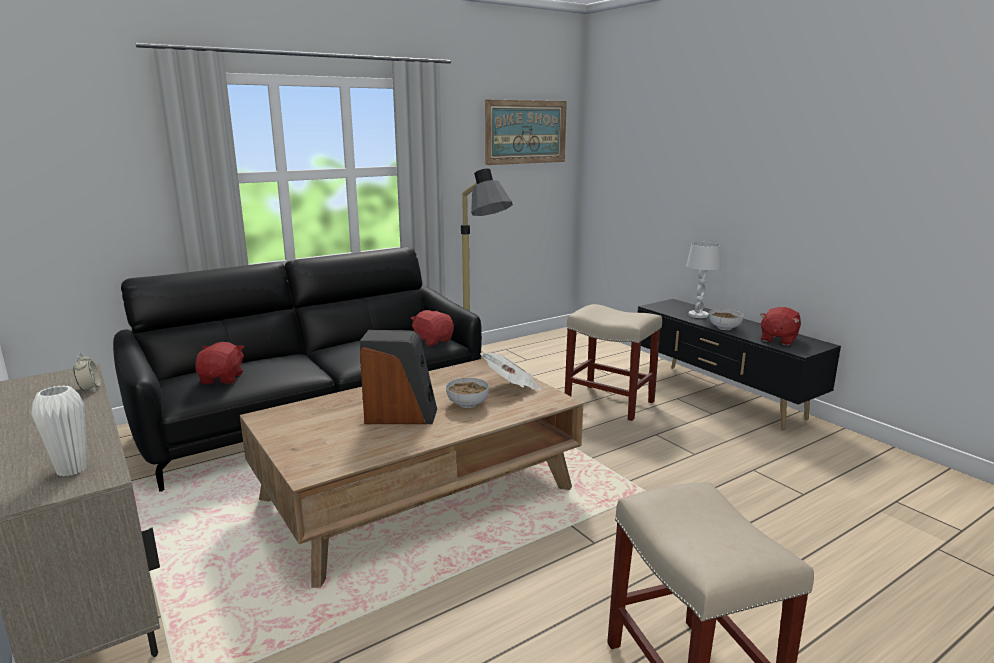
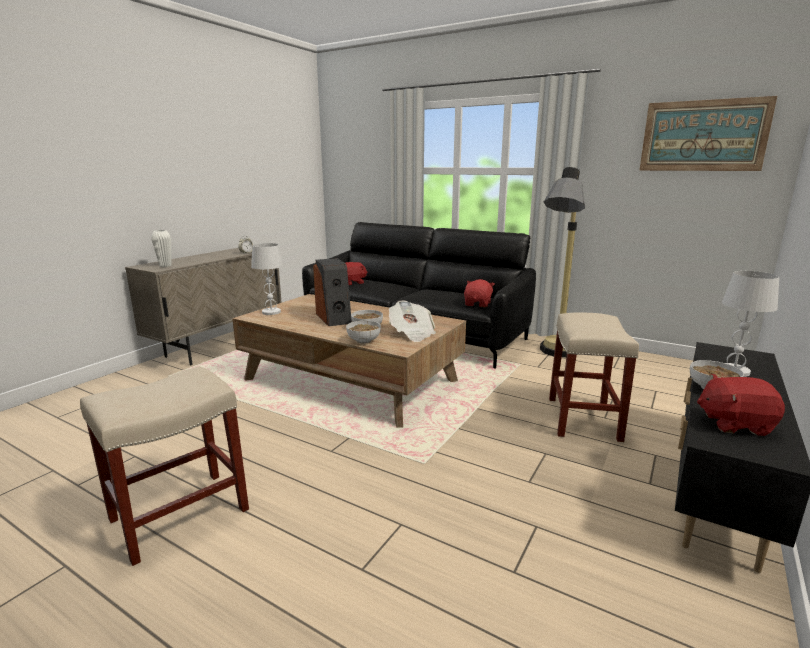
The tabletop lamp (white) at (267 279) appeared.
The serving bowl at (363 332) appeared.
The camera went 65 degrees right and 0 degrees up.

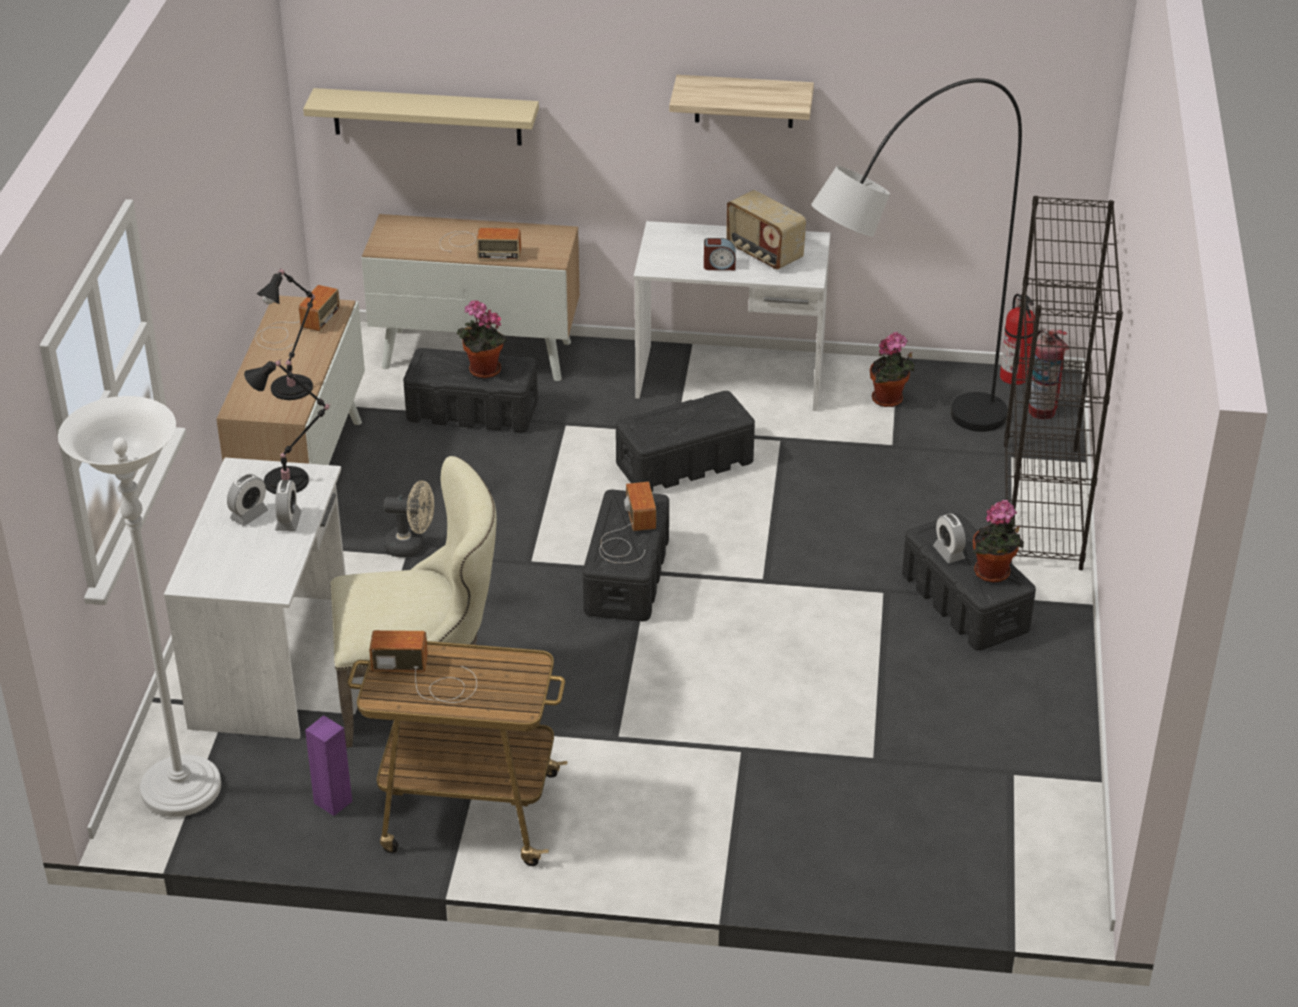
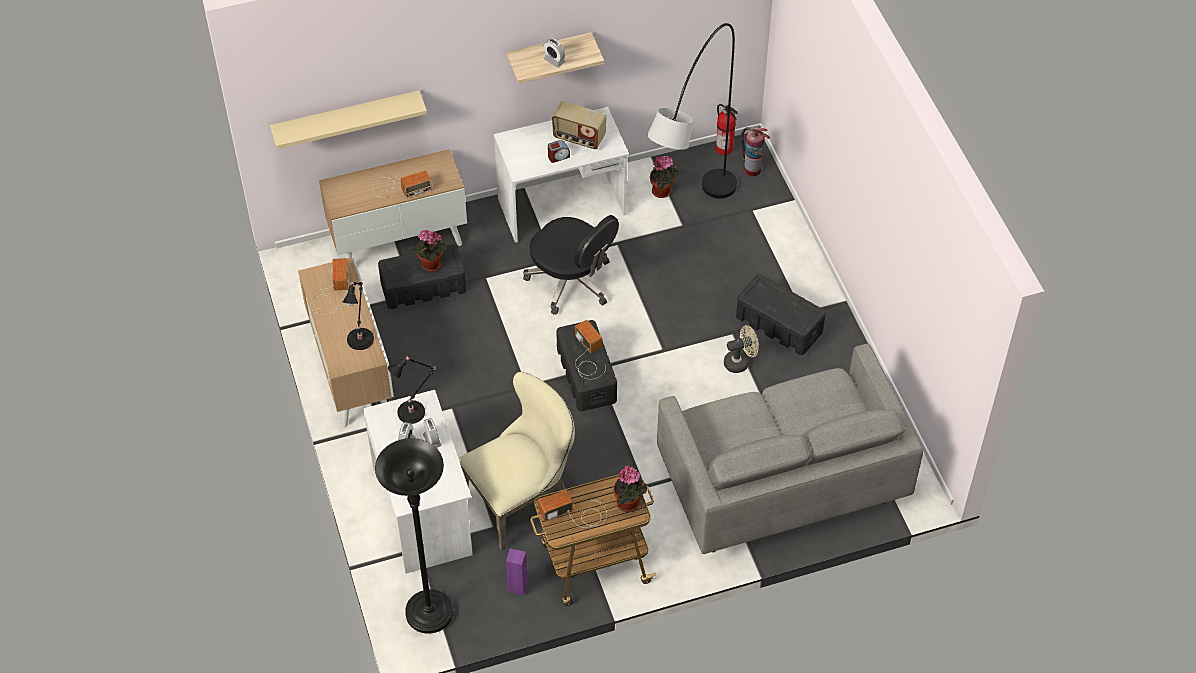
The bookcase (black-coloured) at (1063 383) disappeared.
The storage box (black-coloured) at (685 441) was replaced by the office chair (black-coloured) at (571 265).
The floor lamp (white) at (139 606) became the floor lamp (black-coloured) at (414 536).
The electric fan (beige) moved from (408 519) to (741 349).
The houseplant moved from (998 541) to (630 489).
The bedside clock moved from (949 538) to (555 53).
The settee (grey) at (790 449) appeared.
The camera went 25 degrees left and 15 degrees up.

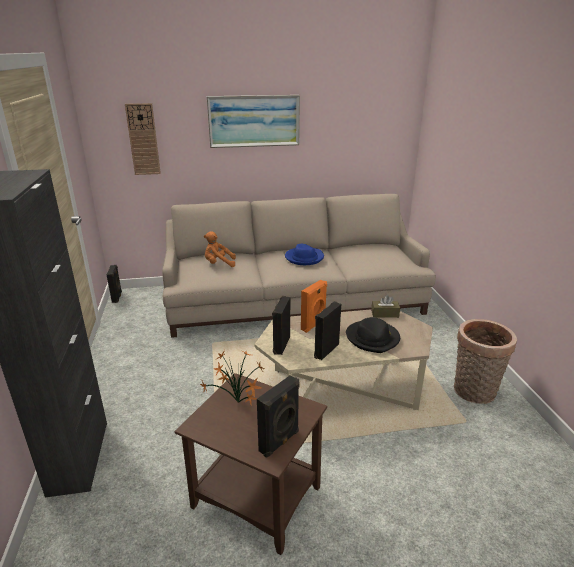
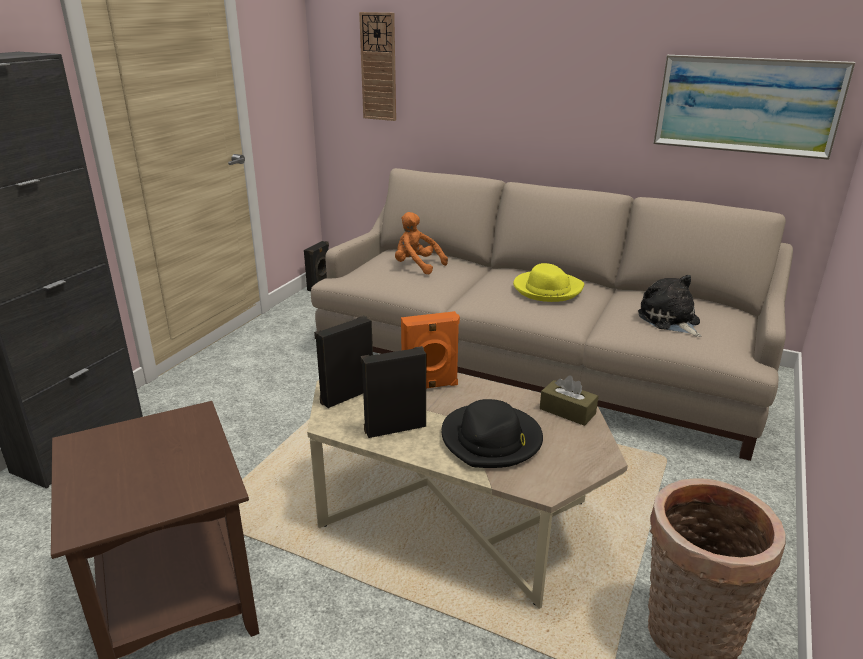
The picture moved from (253 121) to (754 107).
The hat (blue-coloured) at (304 254) became the hat (yellow) at (548 282).
The houseplant at (232 377) disappeared.
The speaker (black-coloured) at (278 416) disappeared.
The cuddly toy at (669 306) appeared.
The camera went 35 degrees right and 0 degrees up.

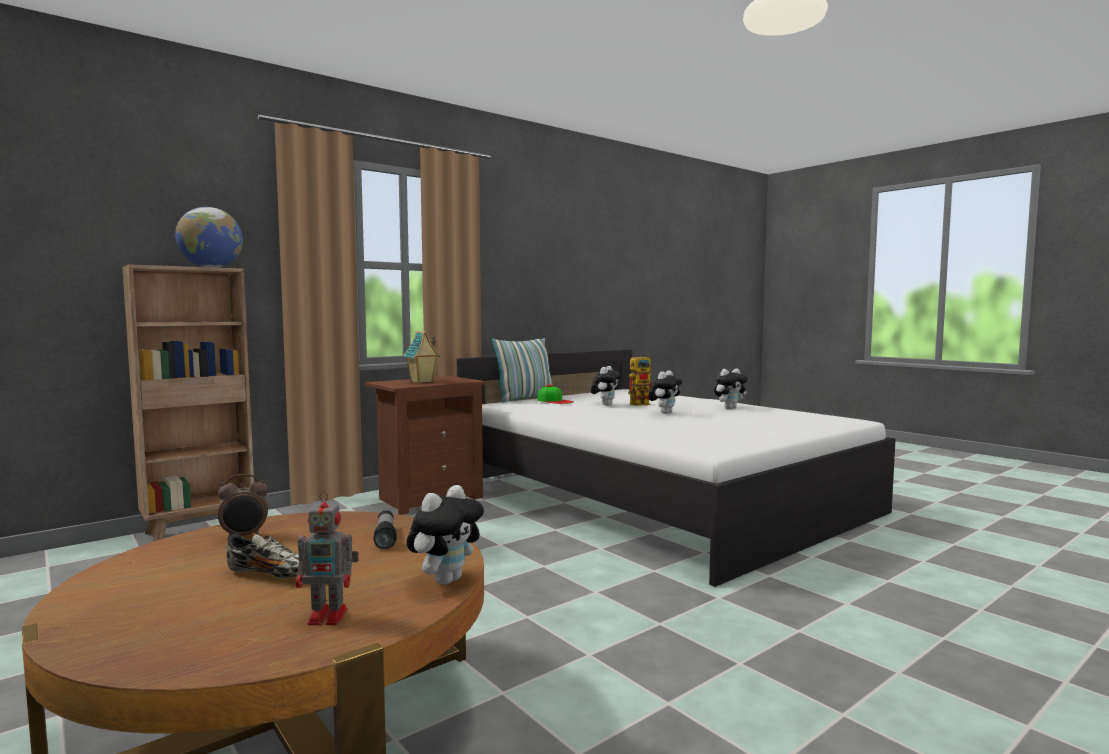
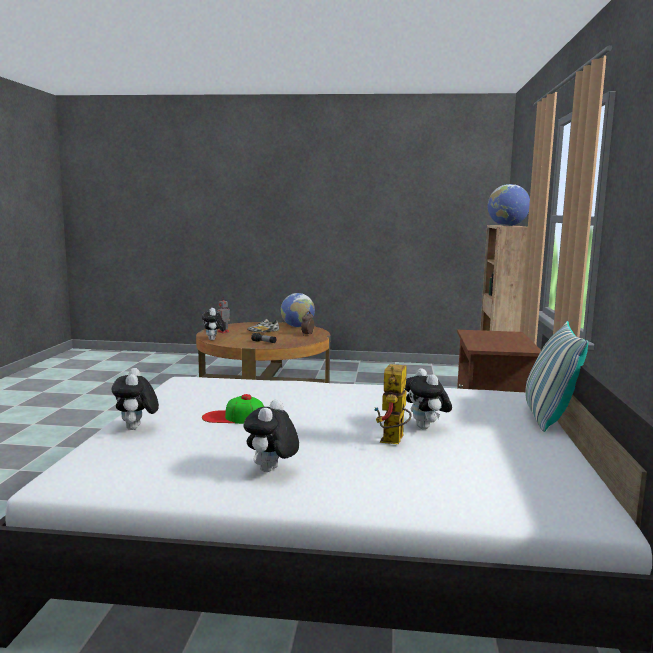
The toy house at (421 357) disappeared.
The cuddly toy moved from (665 392) to (135 399).
The cap moved from (556 394) to (233 409).
The world globe at (298 310) appeared.
The camera went 135 degrees right and 5 degrees up.

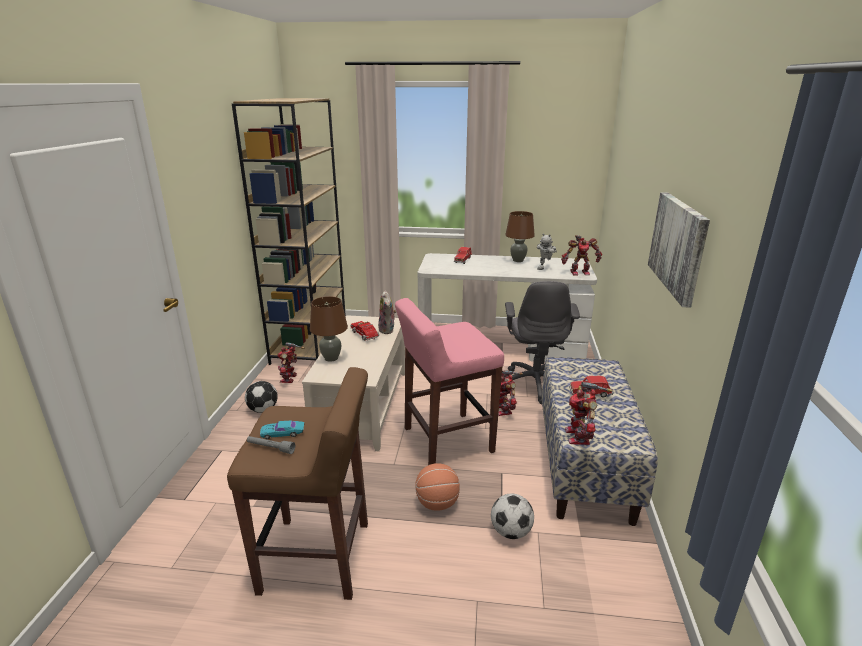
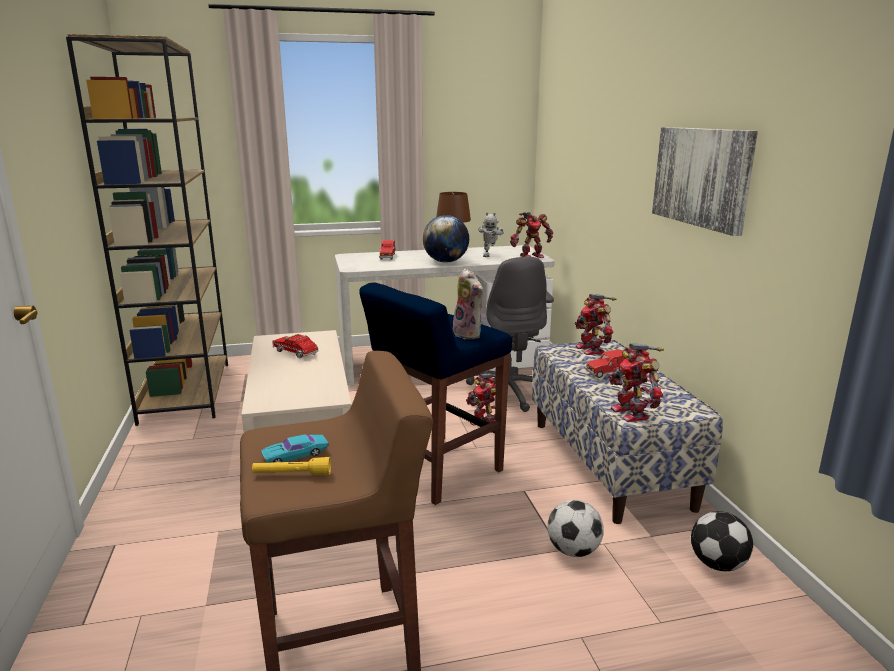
The cuddly toy moved from (387 312) to (468 304).
The tabletop lamp (brown) at (329 329) disappeared.
The stool seat (pink-coloured) at (449 381) became the stool seat (blue-coloured) at (435 393).
The robot figure moved from (291 362) to (596 324).
The ball for football moved from (261 397) to (722 541).
The hand torch (grey) at (271 445) became the hand torch (yellow) at (291 466).
The ball for basketball at (437 487) disappeared.
The world globe at (446 239) appeared.
The camera went 20 degrees left and 5 degrees down.

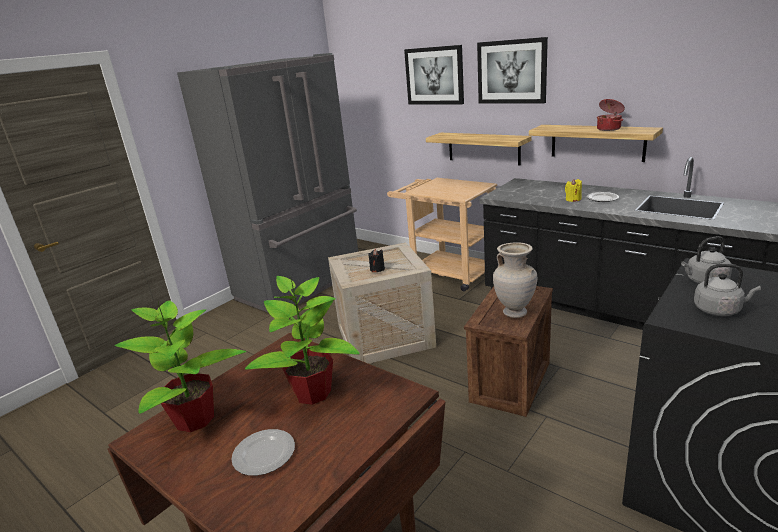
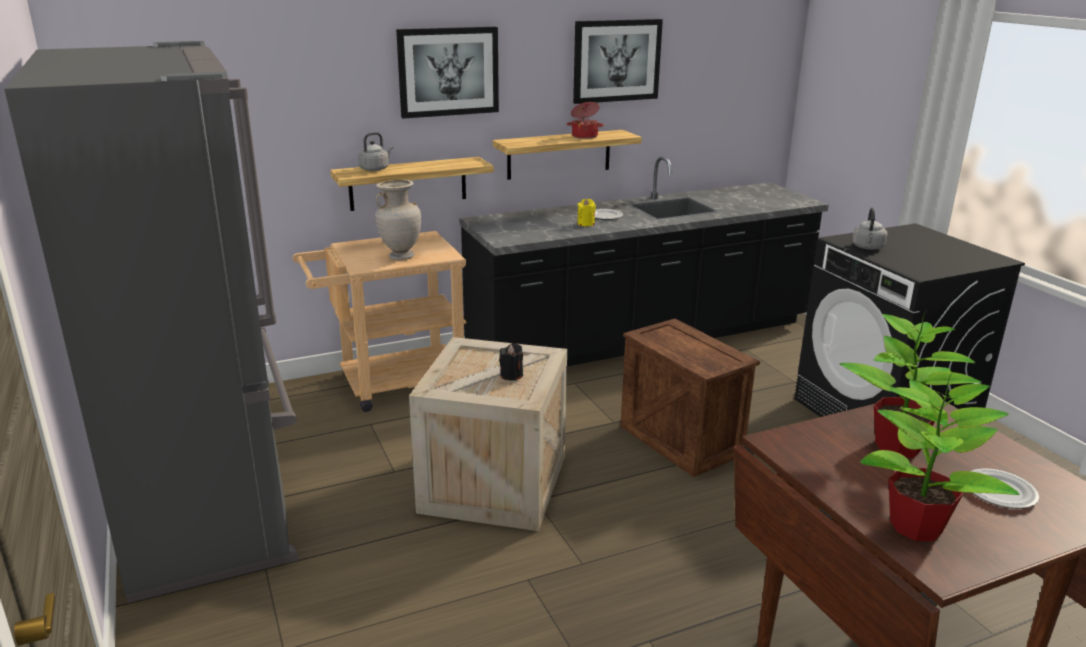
The picture moved from (434 74) to (618 61).
The decorative vase (beige) moved from (515 280) to (398 219).
The water kettle (grey) moved from (727 290) to (375 151).
The camera went 65 degrees left and 0 degrees up.

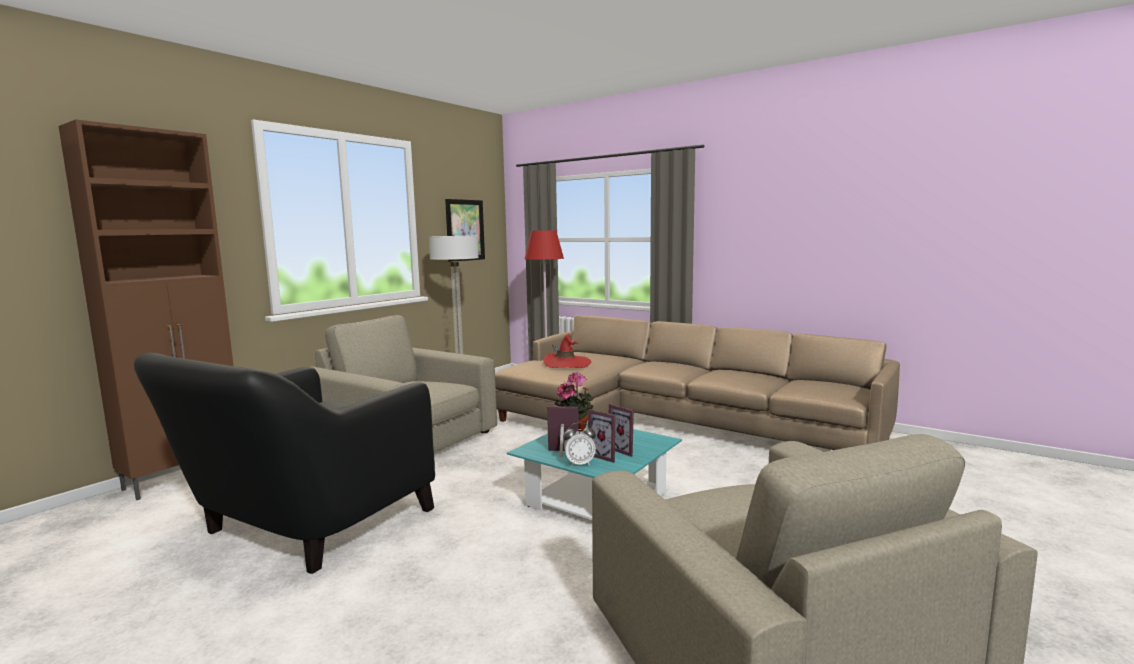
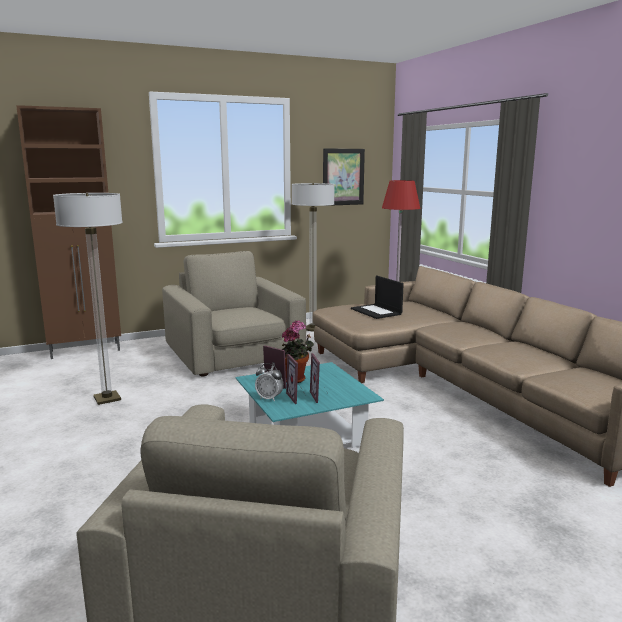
The hat (red-coloured) at (567 351) was replaced by the notebook computer at (377 297).
The lounge chair (black-coloured) at (284 463) was replaced by the floor lamp at (88 299).
The camera went 30 degrees right and 5 degrees up.

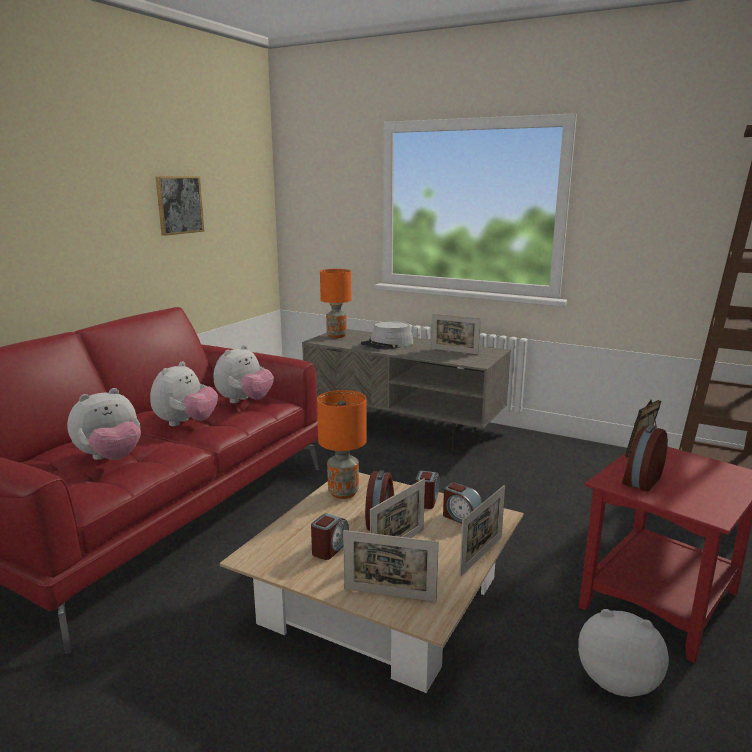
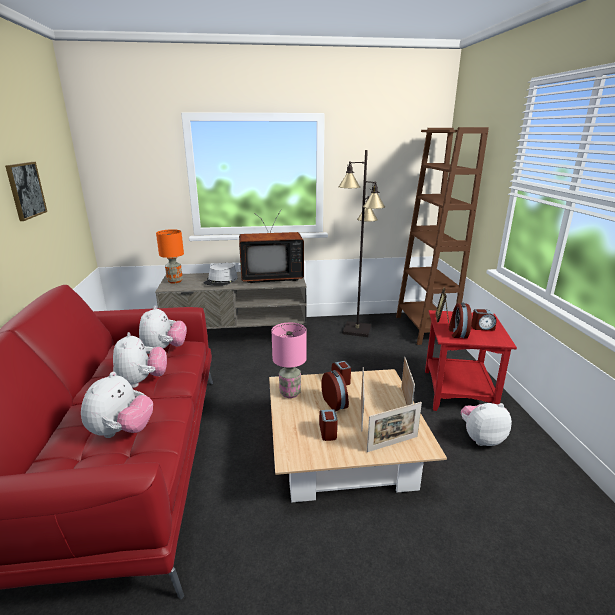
The photo frame at (456 334) was replaced by the television at (271 246).
The tabletop lamp (orangey) at (342 444) became the tabletop lamp (pink-coloured) at (289 360).
The bedside clock moved from (462 502) to (484 319).
The floor lamp (black-coloured) at (361 243) appeared.
The camera went 35 degrees left and 5 degrees up.

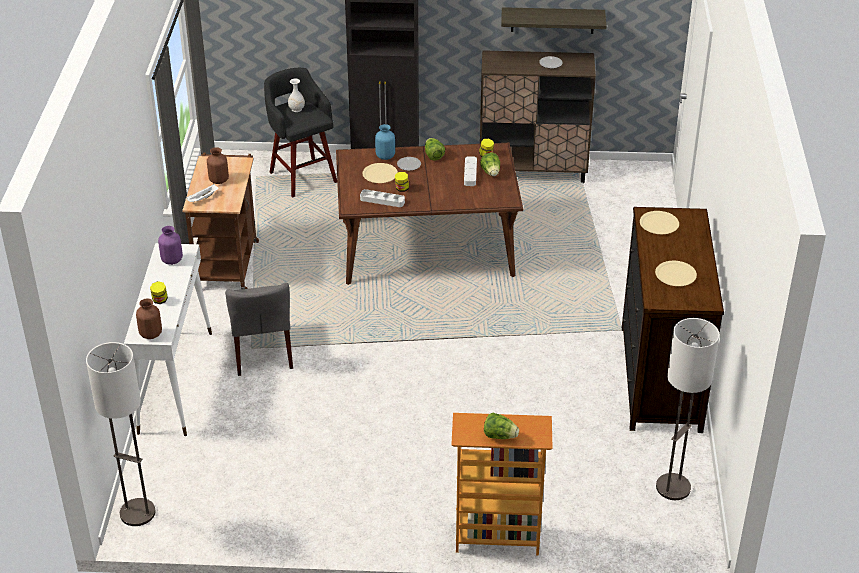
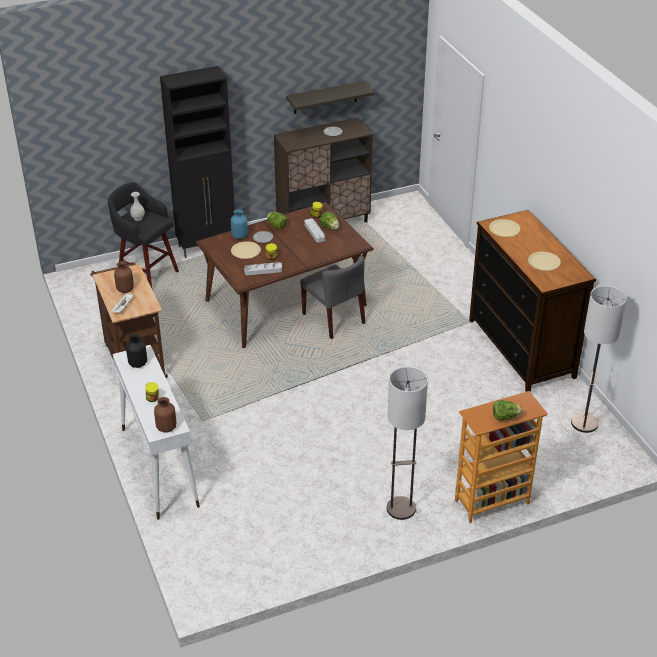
The decorative vase (purple-coloured) at (170 245) became the decorative vase (black-coloured) at (136 351).
The chair (grey) moved from (259 329) to (332 297).
The floor lamp moved from (120 434) to (407 443).
The camera went 25 degrees left and 0 degrees up.

